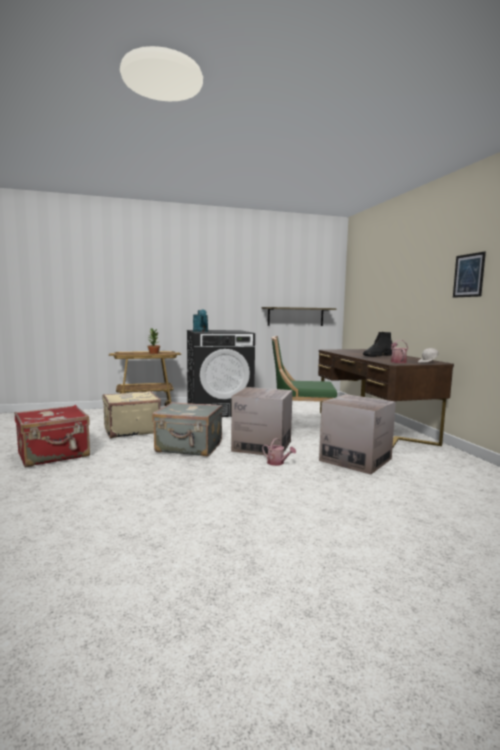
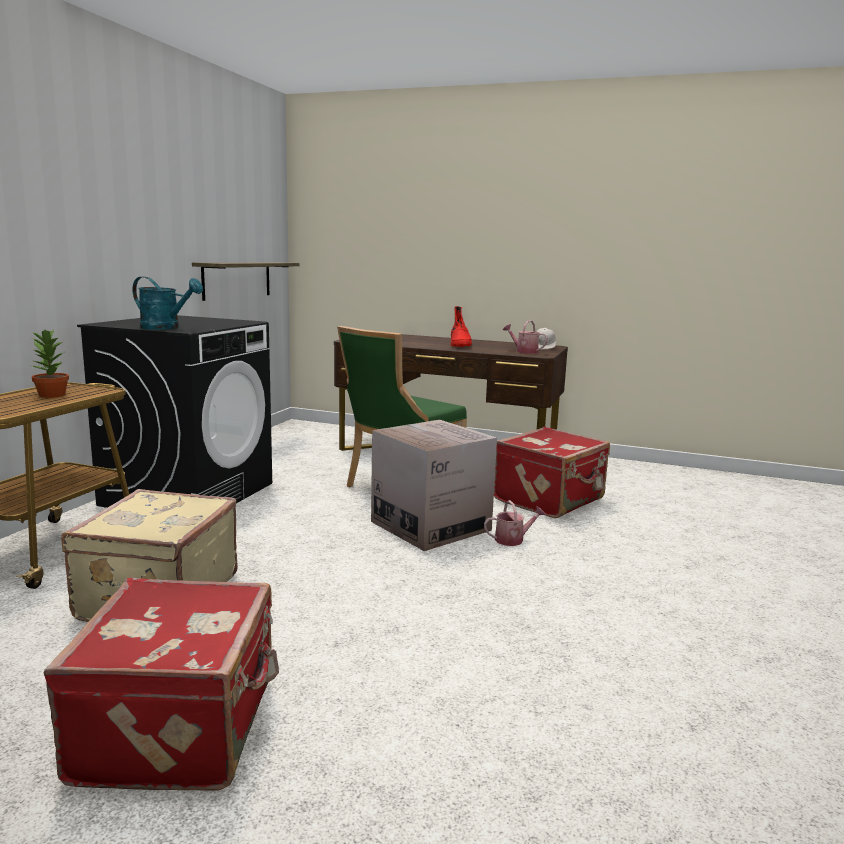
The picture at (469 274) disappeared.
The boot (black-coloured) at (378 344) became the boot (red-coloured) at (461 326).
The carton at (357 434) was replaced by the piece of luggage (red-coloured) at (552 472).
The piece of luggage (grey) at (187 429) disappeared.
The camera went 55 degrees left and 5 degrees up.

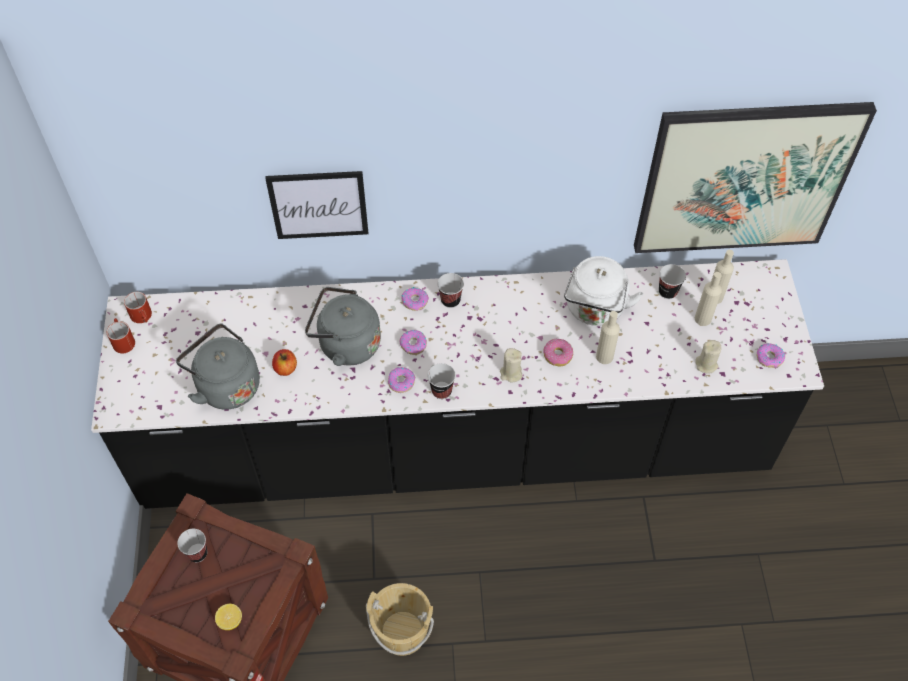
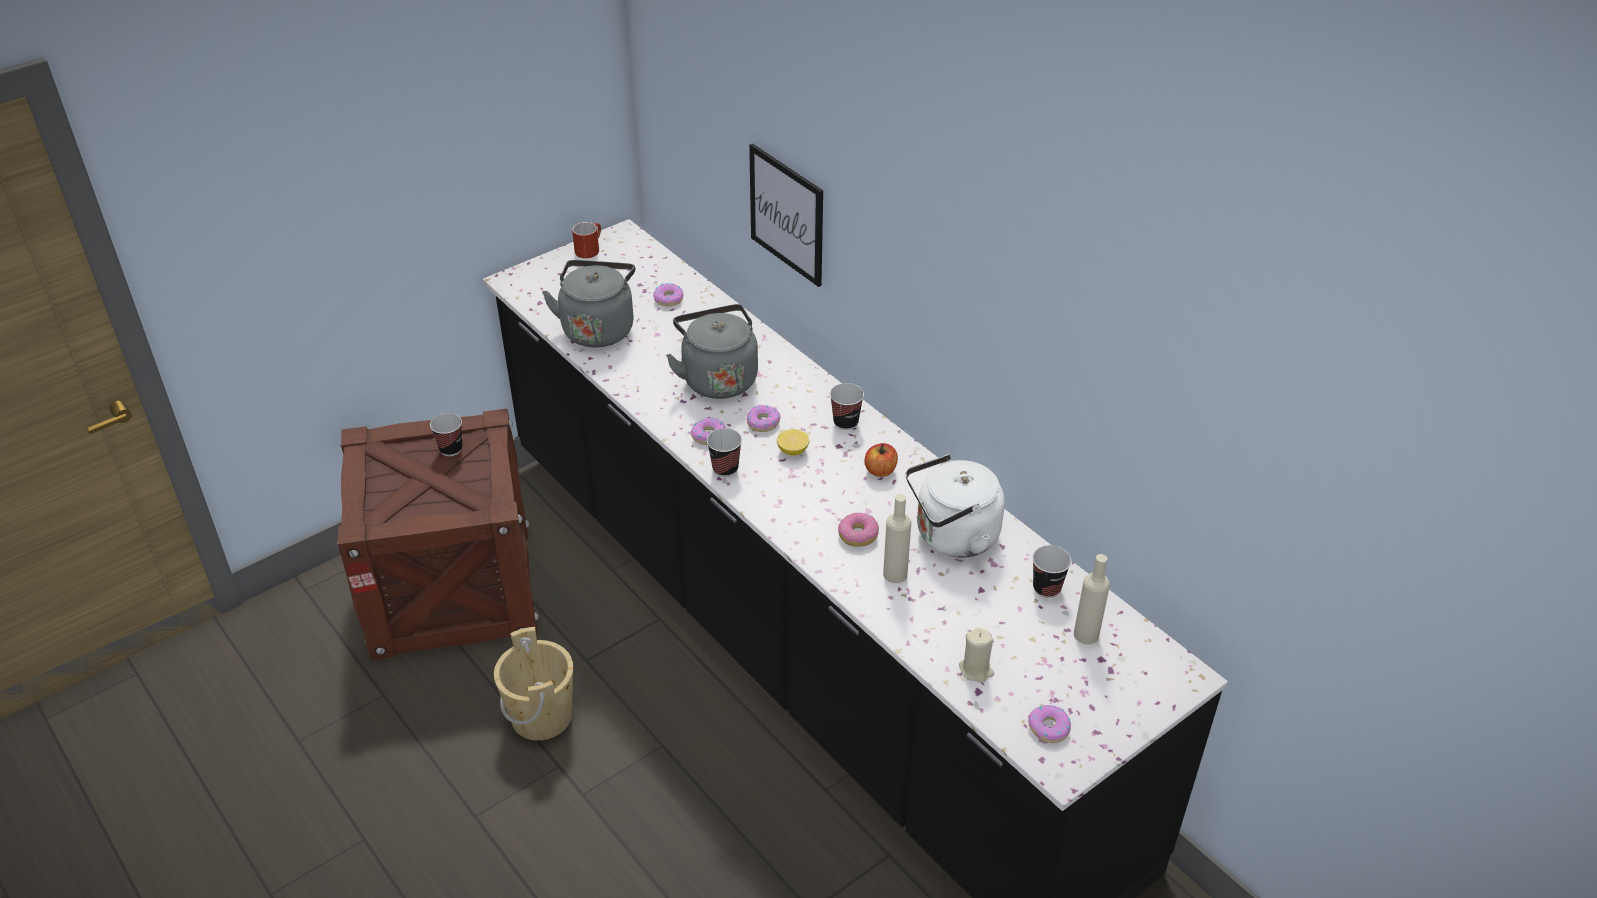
The picture at (755 177) disappeared.
The beverage bottle (beige) at (708 299) disappeared.
The donut moved from (415 299) to (668 294).
The coffee mug (red-coloured) at (138 307) disappeared.
The candle (beige) at (511 365) disappeared.
The whole apple moved from (284 362) to (881 460).
The citrus fruit moved from (228 617) to (793 442).
The camera went 55 degrees right and 15 degrees down.

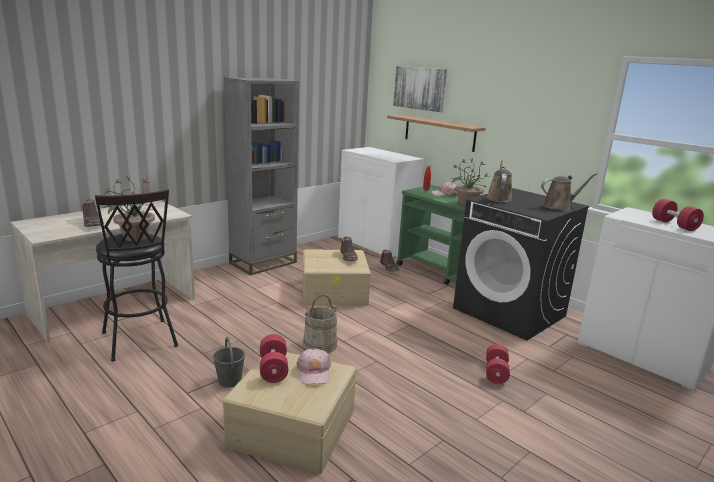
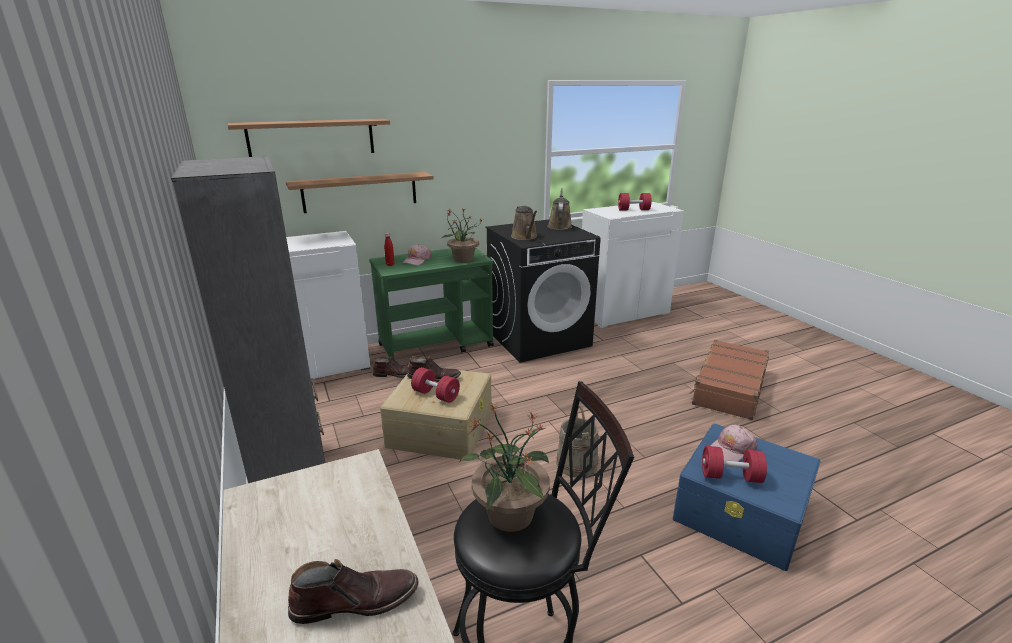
The picture at (420 89) was replaced by the shelf at (309 138).
The watering can (brown) at (499 181) turned 135 degrees counterclockwise.
The bucket (grey) at (229 362) disappeared.
The hand weight (red-coloured) moved from (498 364) to (435 385).
The cap (pink-coloured) at (314 366) turned 135 degrees clockwise.
The storage box (beige) at (289 413) became the storage box (blue-coloured) at (747 497).
The piece of luggage (brown) at (729 380) appeared.
The camera went 70 degrees left and 5 degrees up.

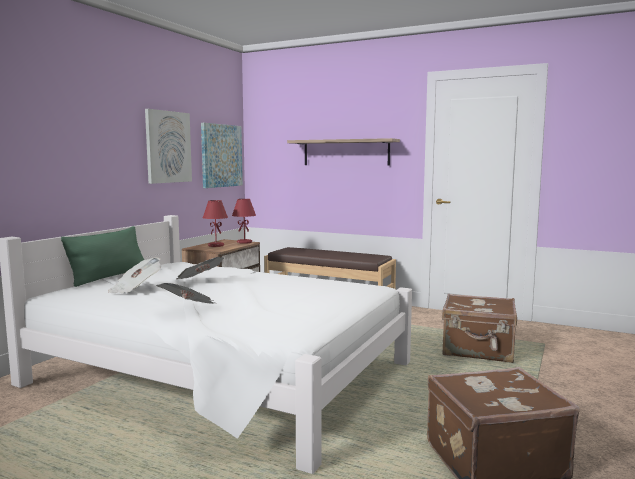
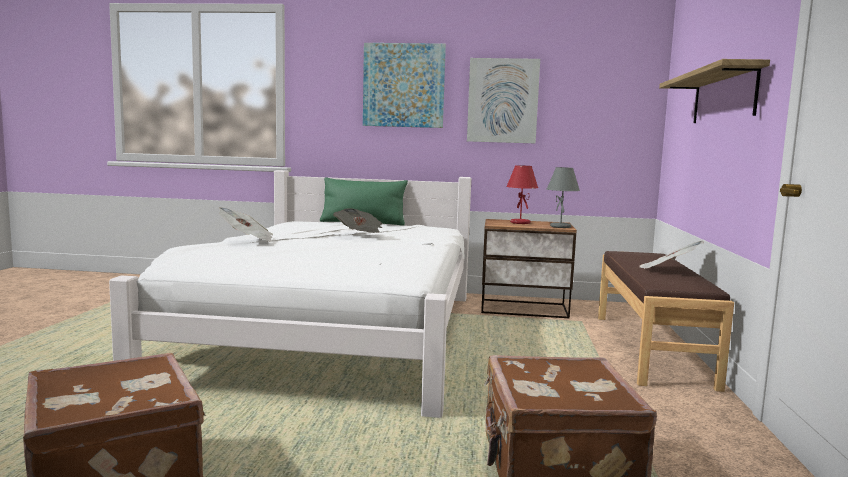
The picture moved from (222 155) to (404 85).
The tabletop lamp (red-coloured) at (244 221) became the tabletop lamp (grey) at (563 197).
The printed paper moved from (134 275) to (671 255).
The camera went 70 degrees right and 0 degrees up.

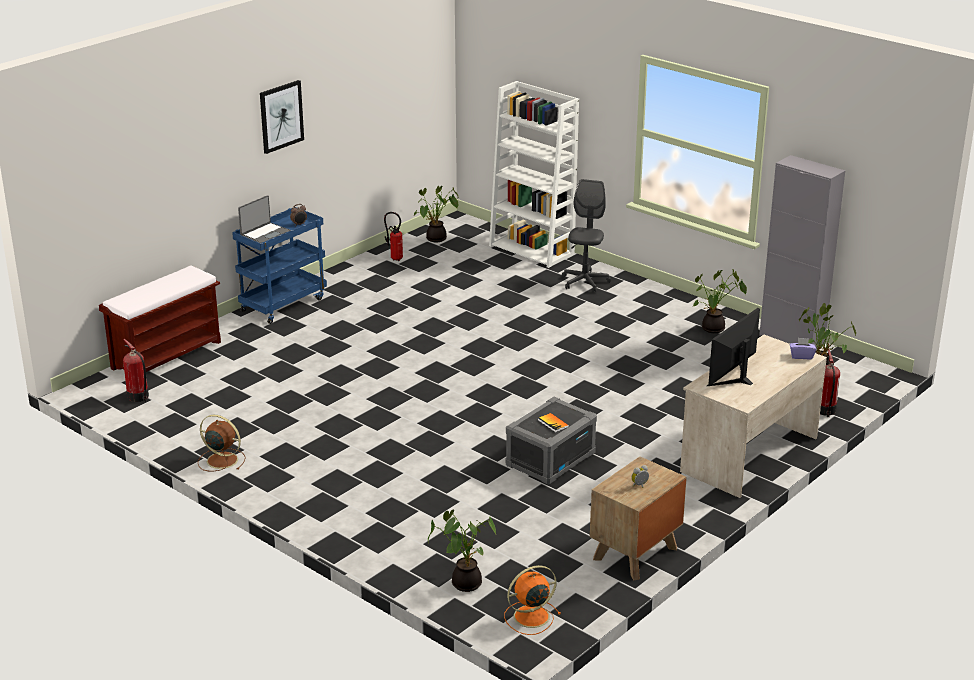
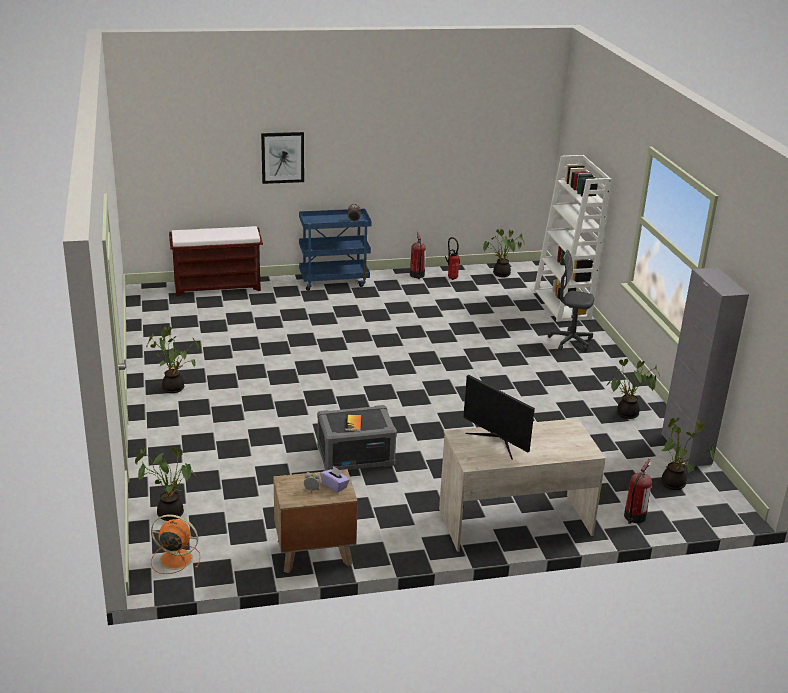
The picture moved from (282 117) to (282 158).
The office chair (grey) at (586 235) turned 120 degrees counterclockwise.
The notebook computer at (264 219) disappeared.
The computer display at (733 347) turned 120 degrees counterclockwise.
The box of tissues (purple-coloured) moved from (803 348) to (335 479).
The fire extinguisher moved from (136 370) to (418 255).
The electric fan (brown) at (222 443) disappeared.
The houseplant at (173 360) appeared.
The camera went 35 degrees right and 0 degrees up.

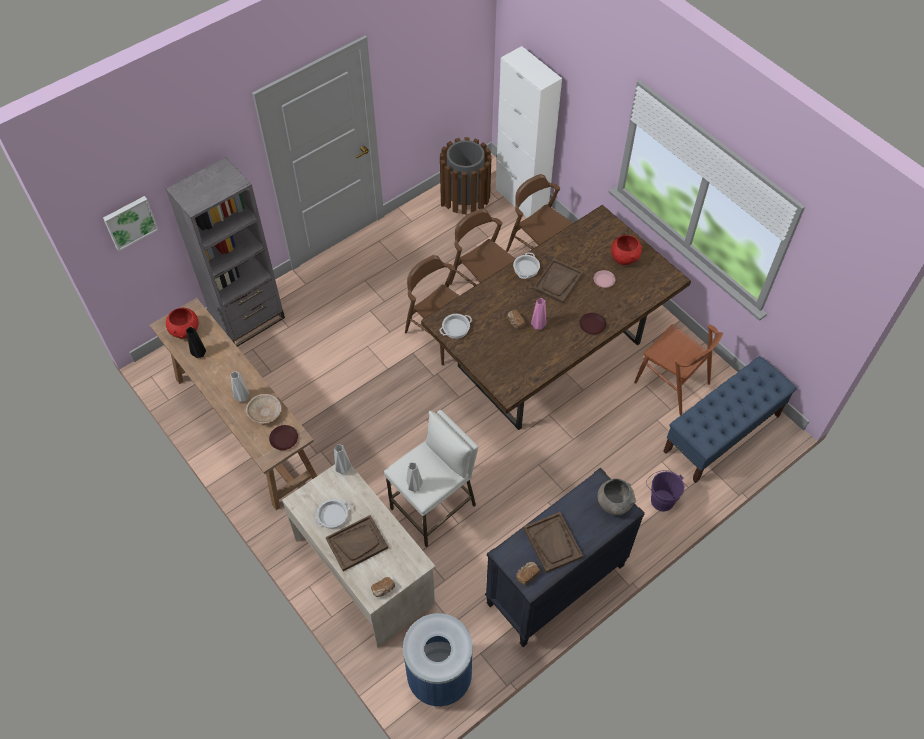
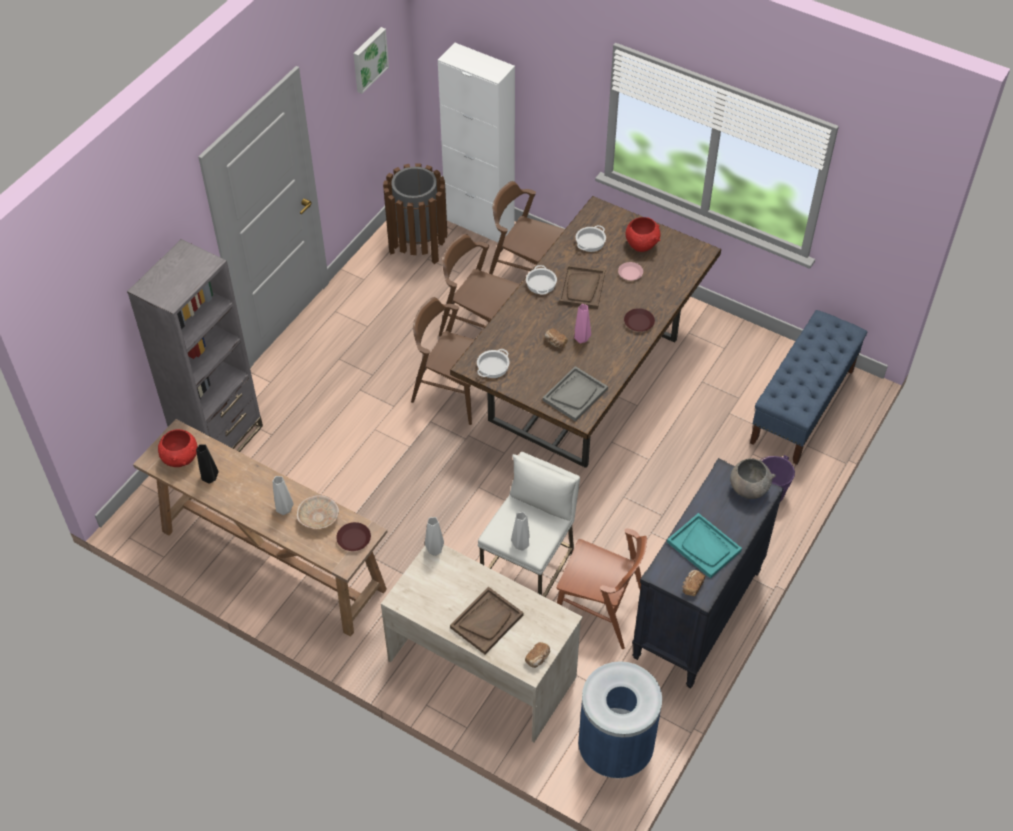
The picture moved from (131 223) to (371 60).
The chair (brown) moved from (678 369) to (602 588).
The saucepot moved from (332 514) to (591 238).
The carrying tray (brown) at (553 542) became the carrying tray (turquoise) at (704 546).
The carrying tray (grey) at (575 394) appeared.
The camera went 20 degrees left and 5 degrees down.

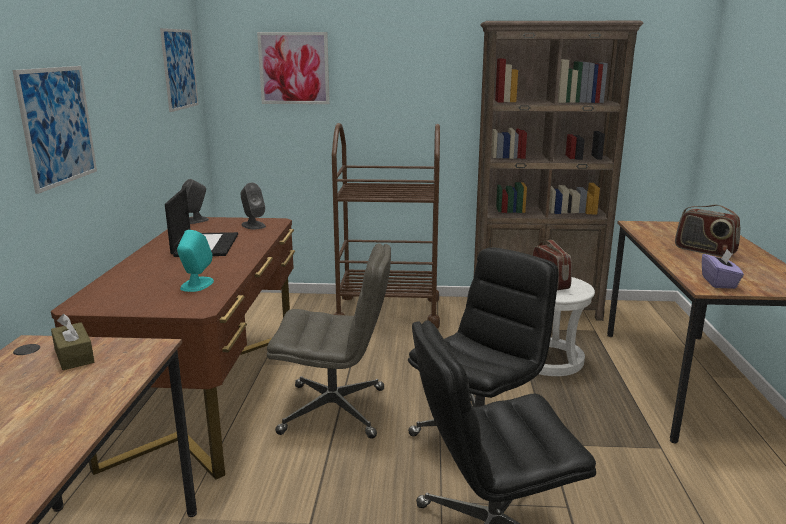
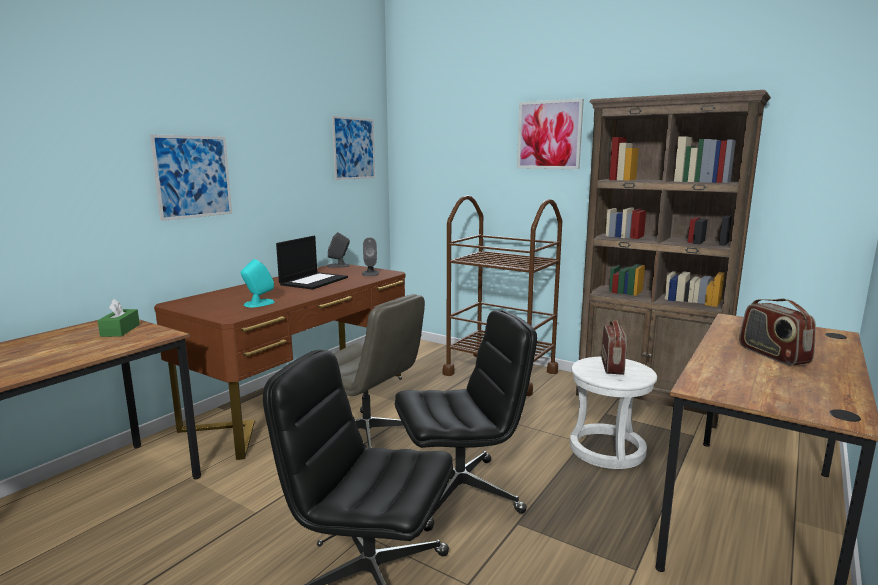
The picture moved from (293 68) to (550 134).
The box of tissues (purple-coloured) at (723 269) disappeared.
The box of tissues (brown) at (72 342) became the box of tissues (green) at (119 317).
The camera went 30 degrees right and 5 degrees down.

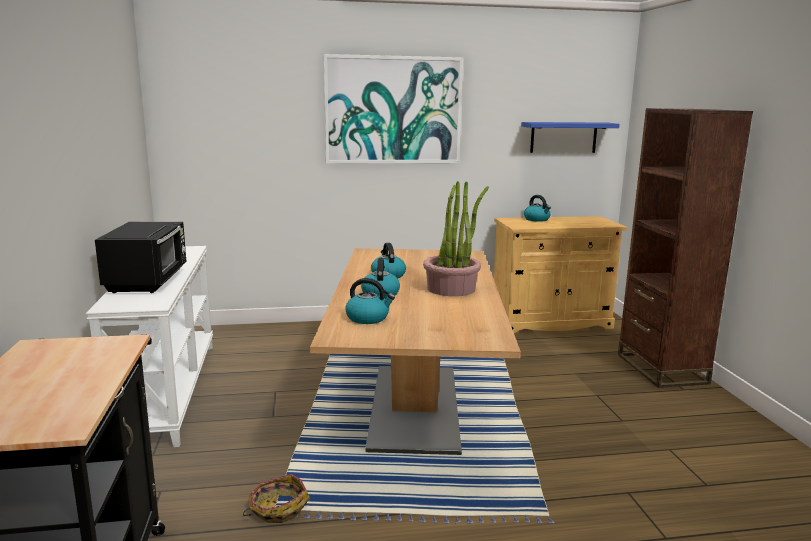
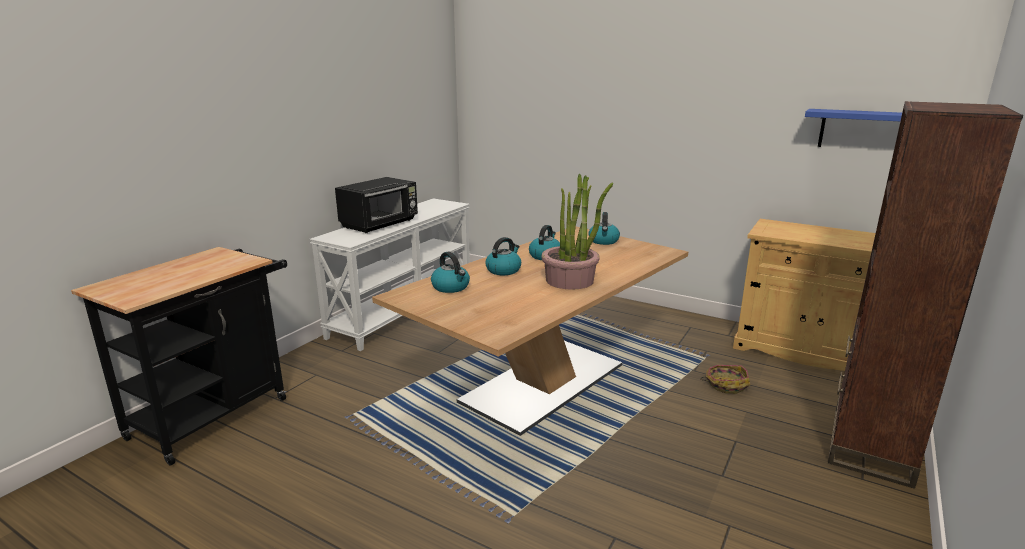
The picture at (393 109) disappeared.
The water kettle moved from (537 208) to (604 228).
The basket moved from (276 498) to (725 379).
The camera went 40 degrees right and 5 degrees up.

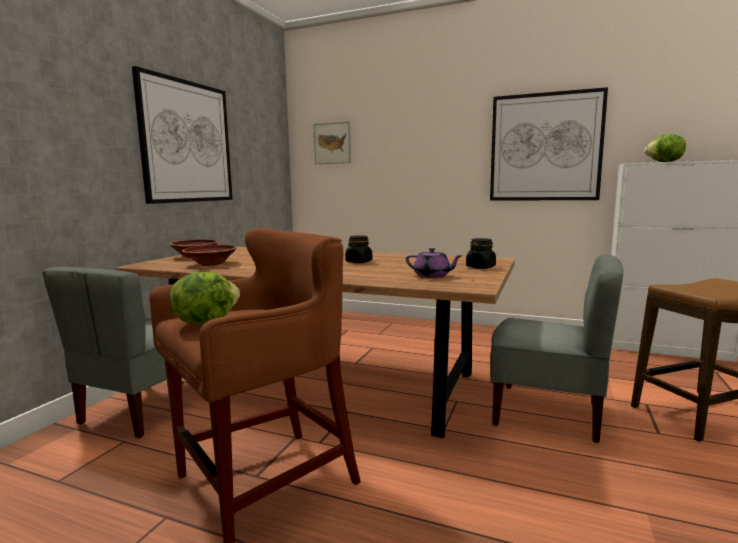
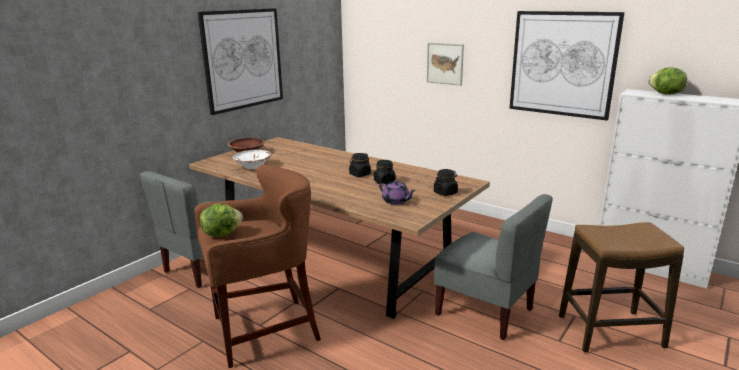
The picture moved from (332 142) to (445 64).
The serving bowl (brown) at (209 255) became the serving bowl (white) at (251 159).
The preserve jar (black-coloured) at (385 172) appeared.
The camera went 15 degrees right and 10 degrees up.

